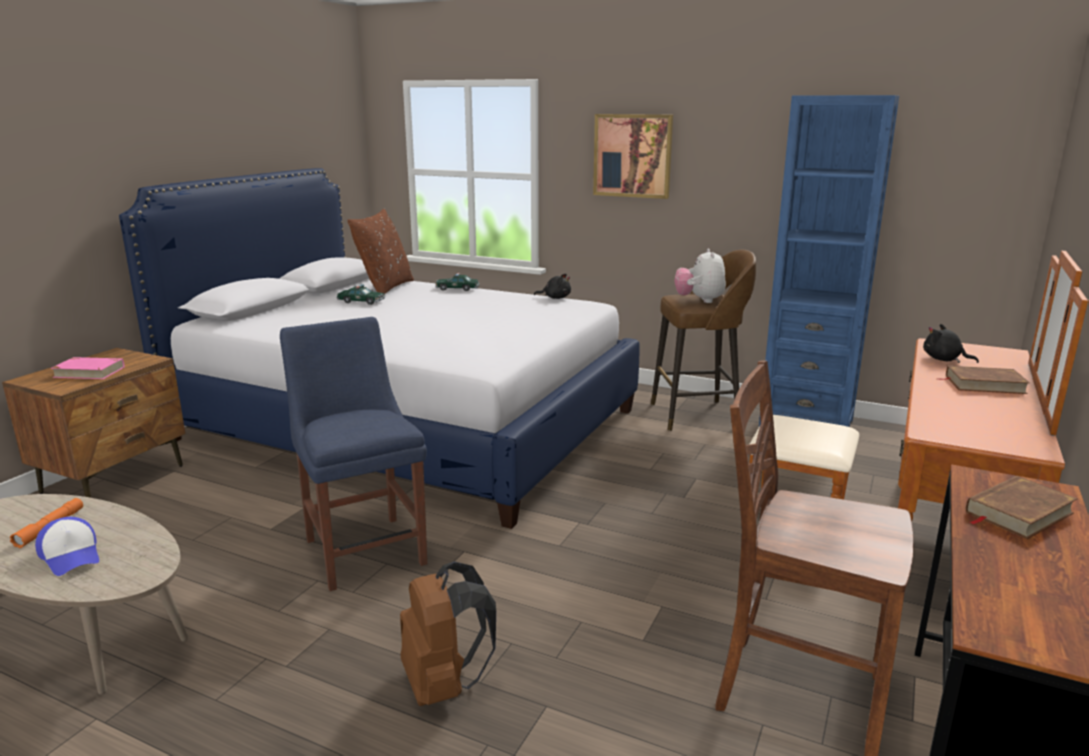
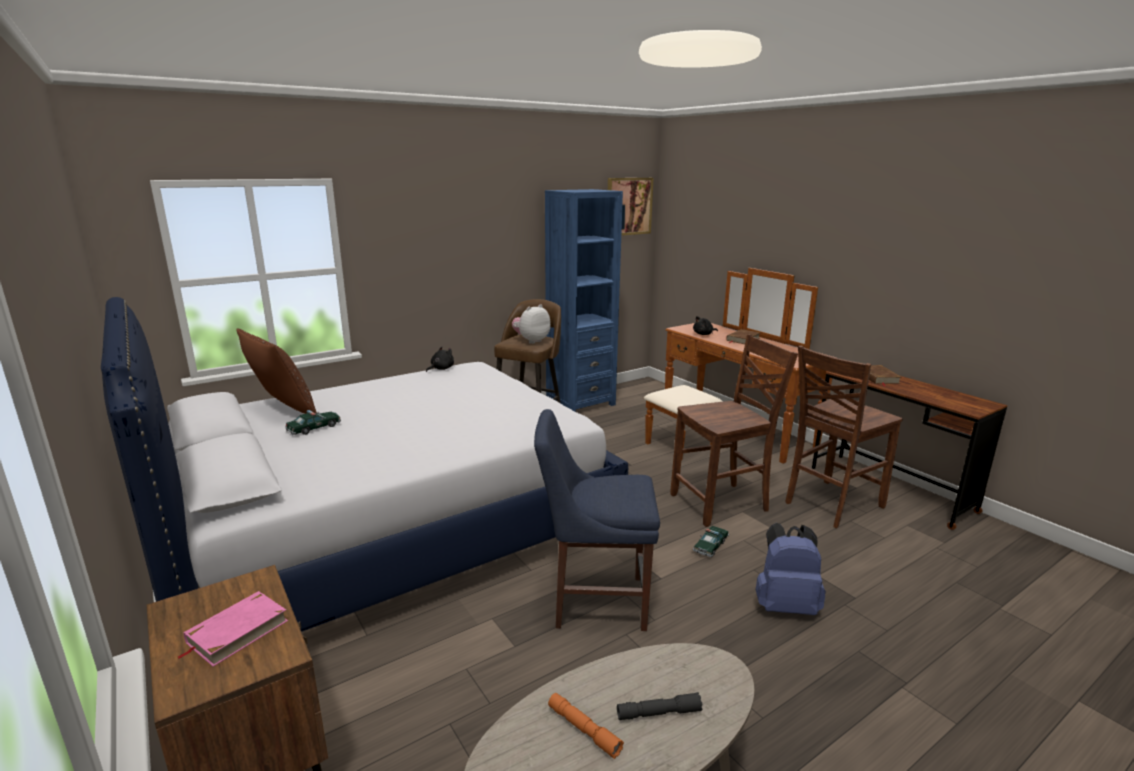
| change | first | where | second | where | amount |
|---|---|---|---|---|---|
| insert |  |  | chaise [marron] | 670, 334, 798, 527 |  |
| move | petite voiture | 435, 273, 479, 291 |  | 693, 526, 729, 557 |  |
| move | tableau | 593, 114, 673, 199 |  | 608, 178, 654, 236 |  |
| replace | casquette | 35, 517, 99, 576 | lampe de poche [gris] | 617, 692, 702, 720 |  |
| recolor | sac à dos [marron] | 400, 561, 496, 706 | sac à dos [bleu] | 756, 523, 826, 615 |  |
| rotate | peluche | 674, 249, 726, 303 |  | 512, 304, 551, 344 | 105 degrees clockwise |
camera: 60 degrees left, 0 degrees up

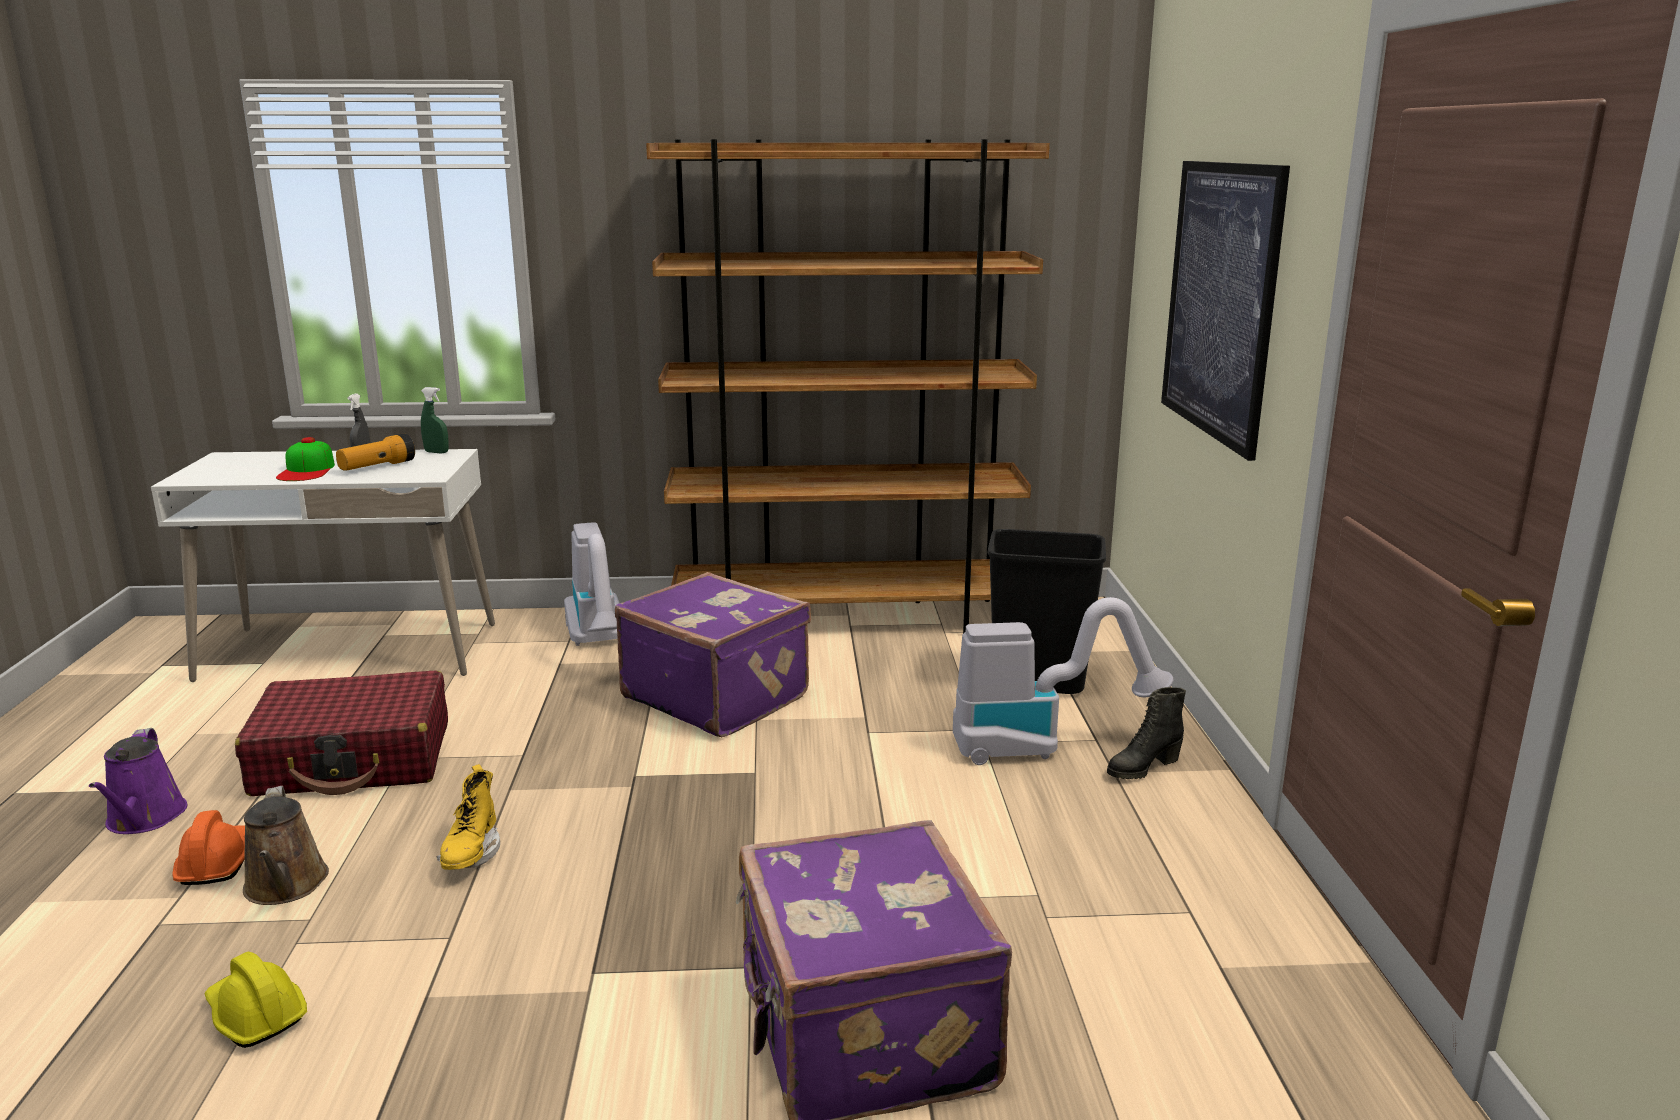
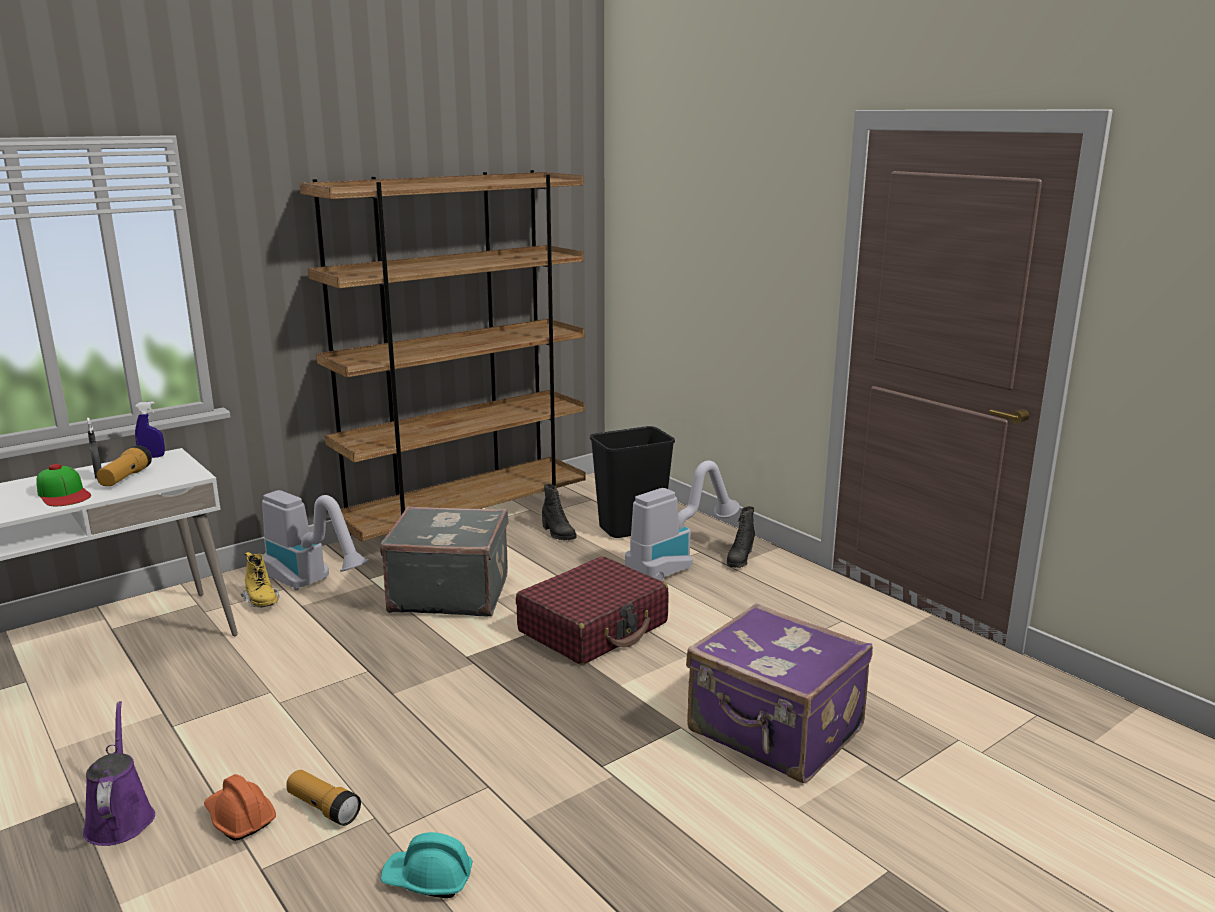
| change | first | where | second | where | amount |
|---|---|---|---|---|---|
| delete | tableau | 1161, 161, 1290, 461 |  |  |  |
| insert |  |  | botte [noir] | 542, 484, 577, 540 |  |
| move | valise [rouge] | 235, 670, 448, 796 |  | 516, 557, 669, 665 |  |
| move | botte [jaune] | 437, 764, 500, 870 |  | 241, 552, 279, 608 |  |
| replace | arrosoir [marron] | 243, 786, 329, 905 | lampe de poche | 286, 770, 361, 826 |  |
| recolor | casque de chantier [jaune] | 205, 952, 307, 1048 | casque de chantier [turquoise] | 381, 832, 473, 898 |  |
| recolor | vaporisateur [vert] | 421, 387, 449, 453 | vaporisateur [bleu] | 135, 401, 165, 458 |  |
| recolor | valise [violet] | 615, 572, 811, 737 | valise [gris] | 380, 506, 508, 616 |  |
| rotate | arrosoir [violet] | 89, 728, 187, 834 |  | 83, 701, 155, 846 | 150 degrees counterclockwise |
camera: 35 degrees left, 0 degrees up

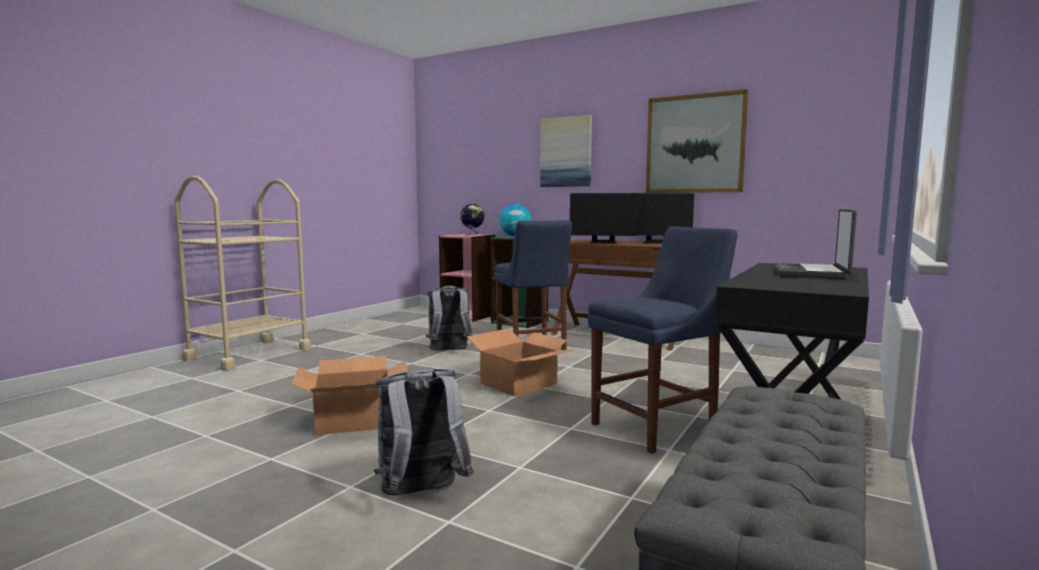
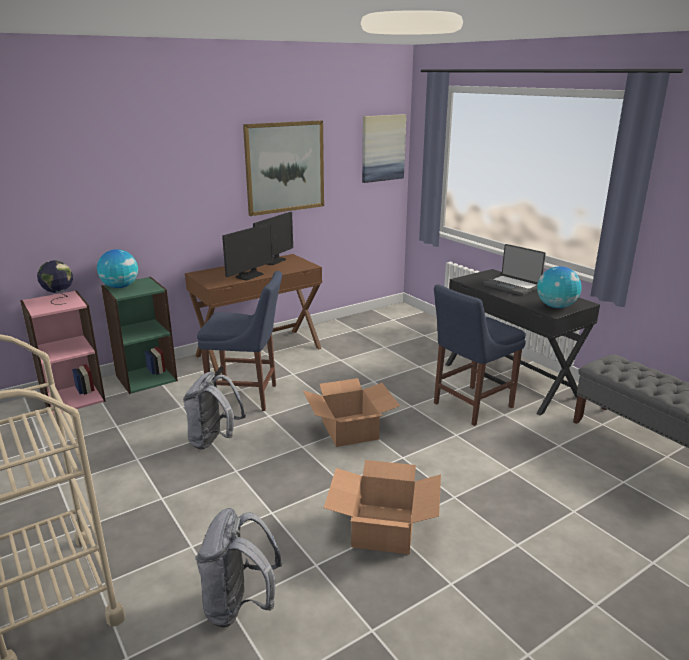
| change | first | where | second | where | amount |
|---|---|---|---|---|---|
| insert |  |  | globe | 537, 266, 582, 308 |  |
| move | sac à dos [gris] | 374, 367, 474, 496 |  | 196, 508, 282, 628 |  |
| move | tableau | 540, 115, 592, 187 |  | 362, 114, 406, 183 |  |
| rotate | chaise [bleu] | 588, 226, 738, 454 |  | 434, 284, 526, 426 | 120 degrees counterclockwise |
camera: 65 degrees left, 15 degrees up

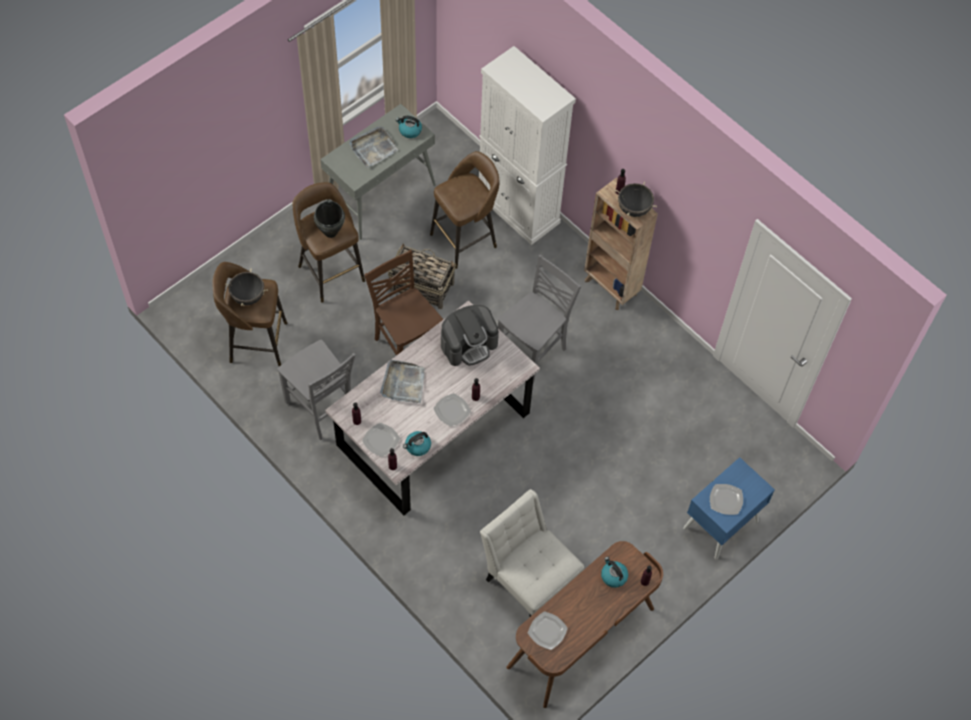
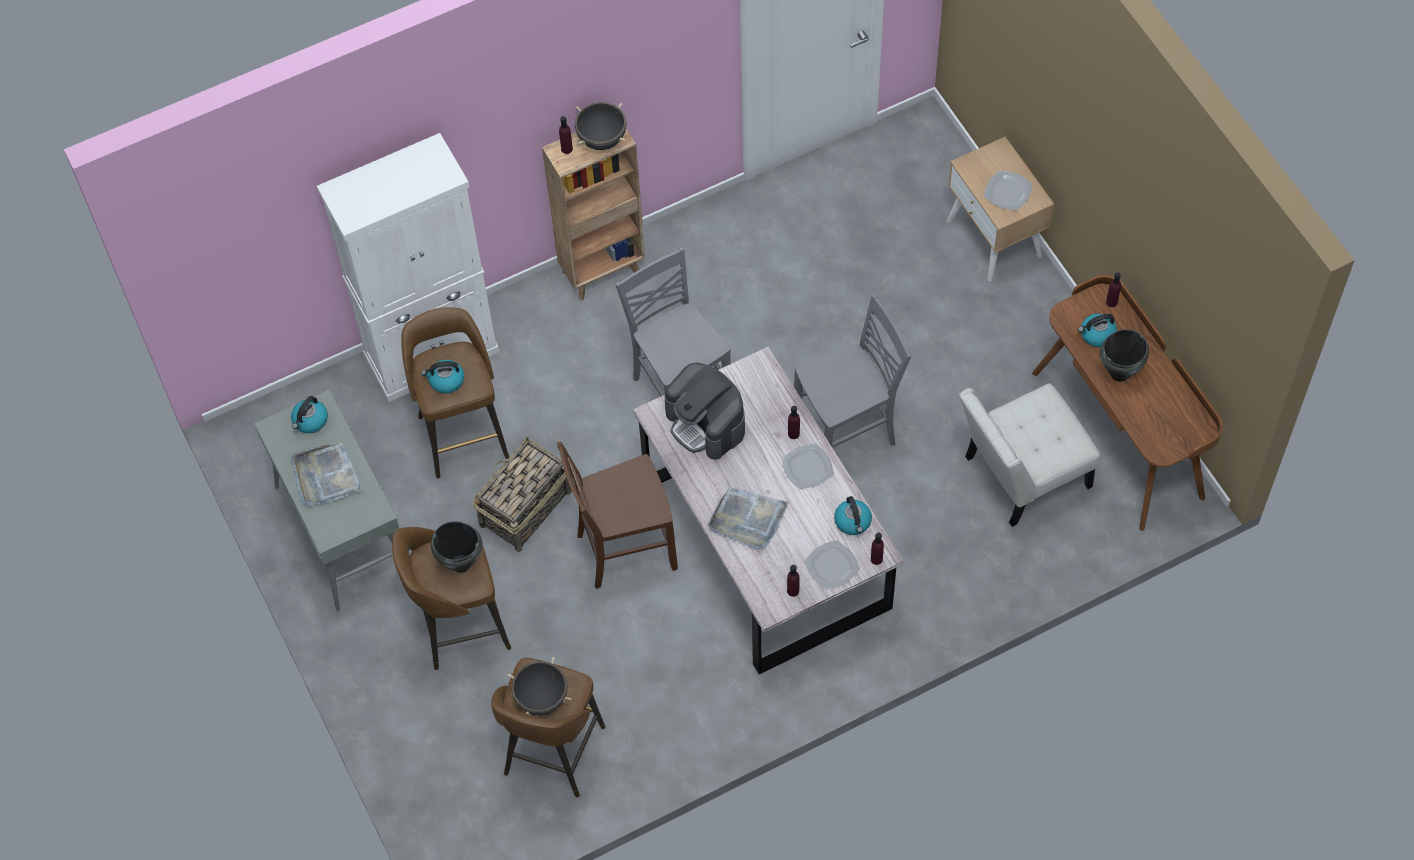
| change | first | where | second | where | amount |
|---|---|---|---|---|---|
| delete | assiette | 528, 611, 568, 650 |  |  |  |
| insert |  |  | bouilloire | 421, 360, 464, 394 |  |
| insert |  |  | marmite [noir] | 1100, 329, 1149, 382 |  |
| move | chaise [gris] | 277, 340, 356, 440 |  | 794, 294, 911, 448 |  |
| recolor | table de chevet [bleu] | 683, 457, 775, 560 | table de chevet [beige] | 947, 137, 1054, 281 |  |
| rotate | machine à café | 441, 305, 499, 366 |  | 664, 363, 745, 460 | 150 degrees clockwise |
camera: 70 degrees left, 0 degrees up

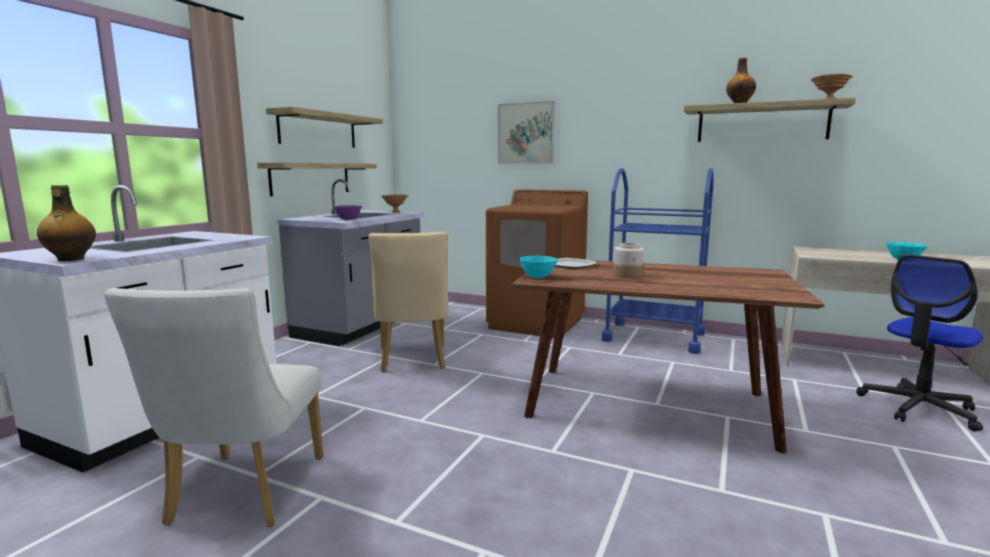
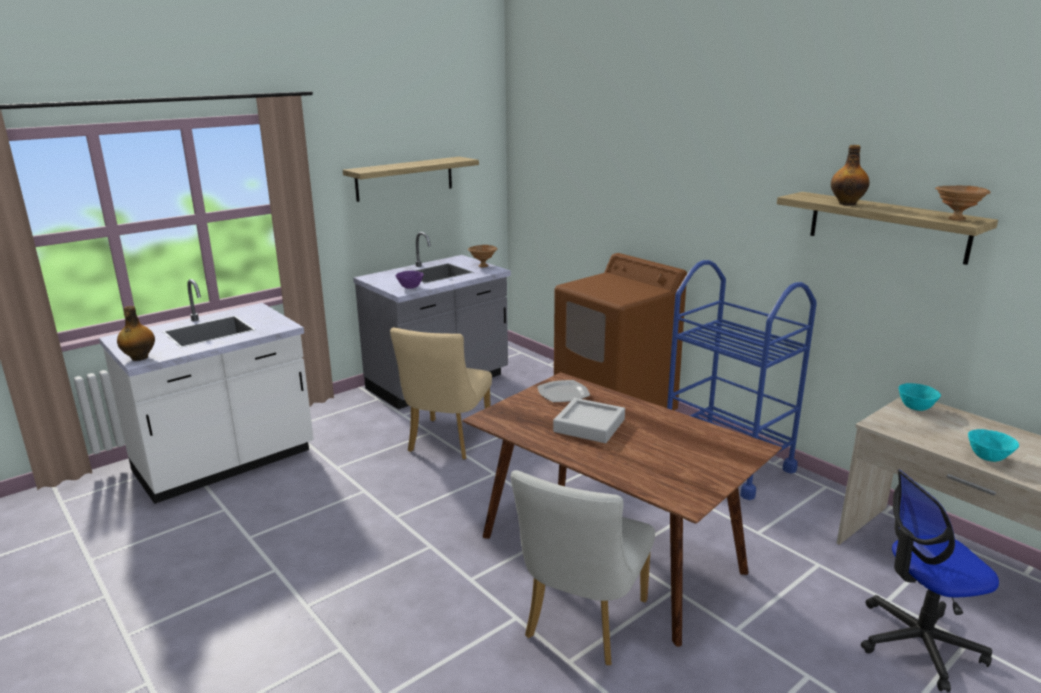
| change | first | where | second | where | amount |
|---|---|---|---|---|---|
| delete | étagère | 257, 162, 377, 196 |  |  |  |
| delete | tableau | 498, 101, 555, 164 |  |  |  |
| move | chaise [blanc] | 104, 288, 323, 527 |  | 511, 470, 655, 665 |  |
| move | bol [turquoise] | 519, 256, 558, 278 |  | 899, 383, 941, 411 |  |
| replace | bocal | 613, 243, 644, 278 | plateau [gris] | 553, 398, 625, 443 |  |
camera: 25 degrees right, 10 degrees up

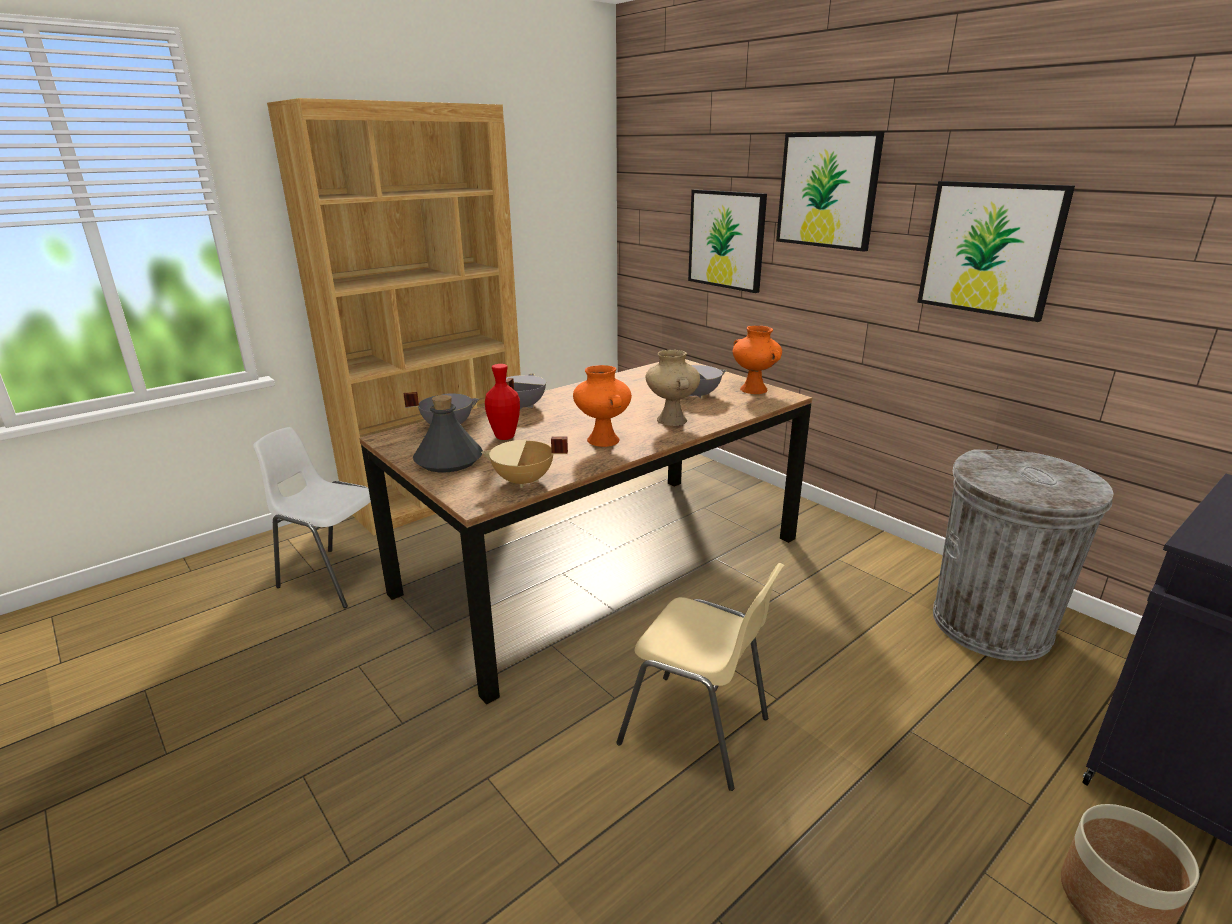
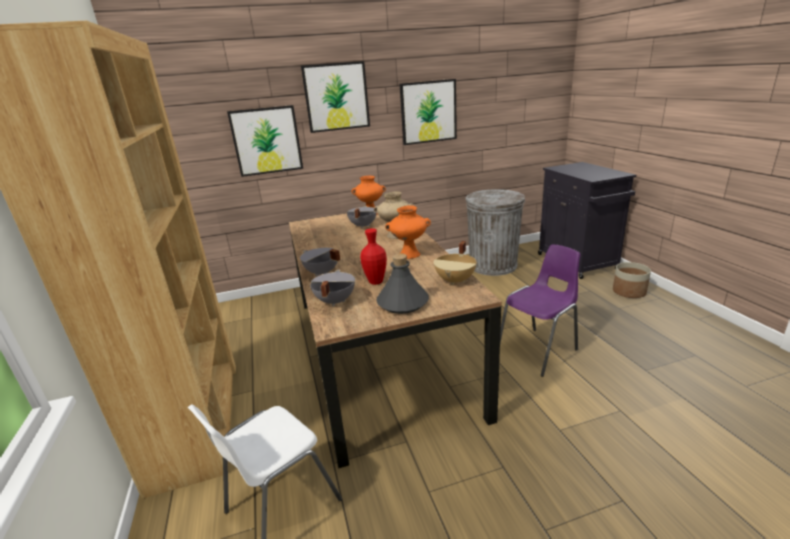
| change | first | where | second | where | amount |
|---|---|---|---|---|---|
| recolor | chaise [beige] | 616, 563, 785, 791 | chaise [violet] | 500, 244, 580, 377 |  |
camera: 65 degrees left, 0 degrees up

